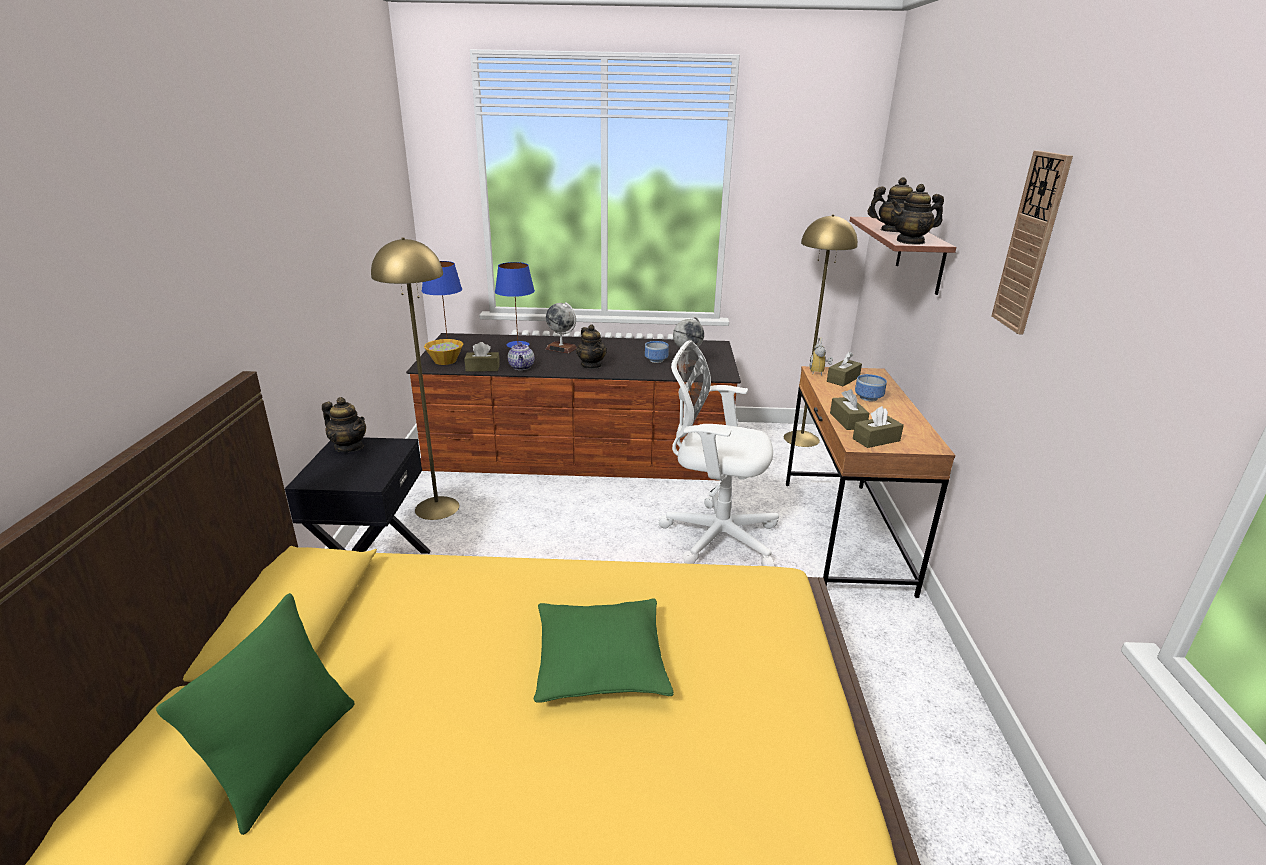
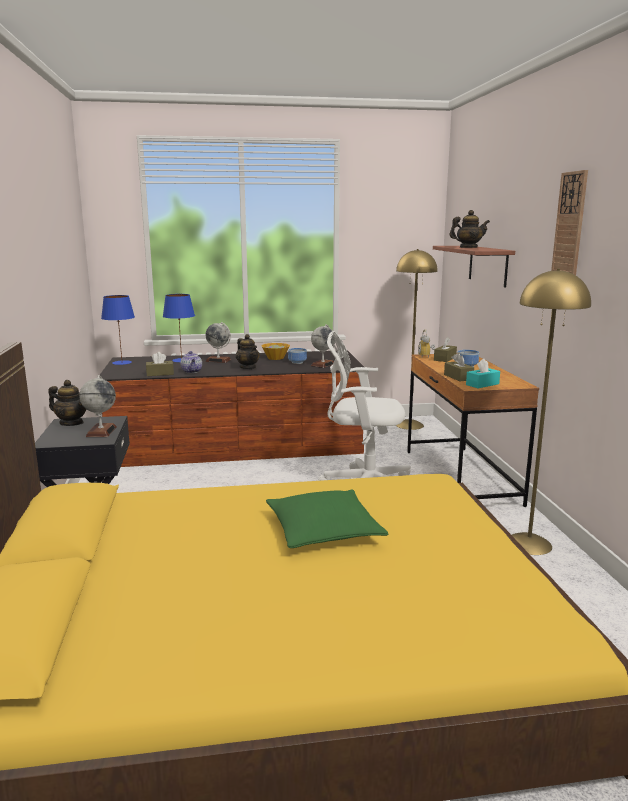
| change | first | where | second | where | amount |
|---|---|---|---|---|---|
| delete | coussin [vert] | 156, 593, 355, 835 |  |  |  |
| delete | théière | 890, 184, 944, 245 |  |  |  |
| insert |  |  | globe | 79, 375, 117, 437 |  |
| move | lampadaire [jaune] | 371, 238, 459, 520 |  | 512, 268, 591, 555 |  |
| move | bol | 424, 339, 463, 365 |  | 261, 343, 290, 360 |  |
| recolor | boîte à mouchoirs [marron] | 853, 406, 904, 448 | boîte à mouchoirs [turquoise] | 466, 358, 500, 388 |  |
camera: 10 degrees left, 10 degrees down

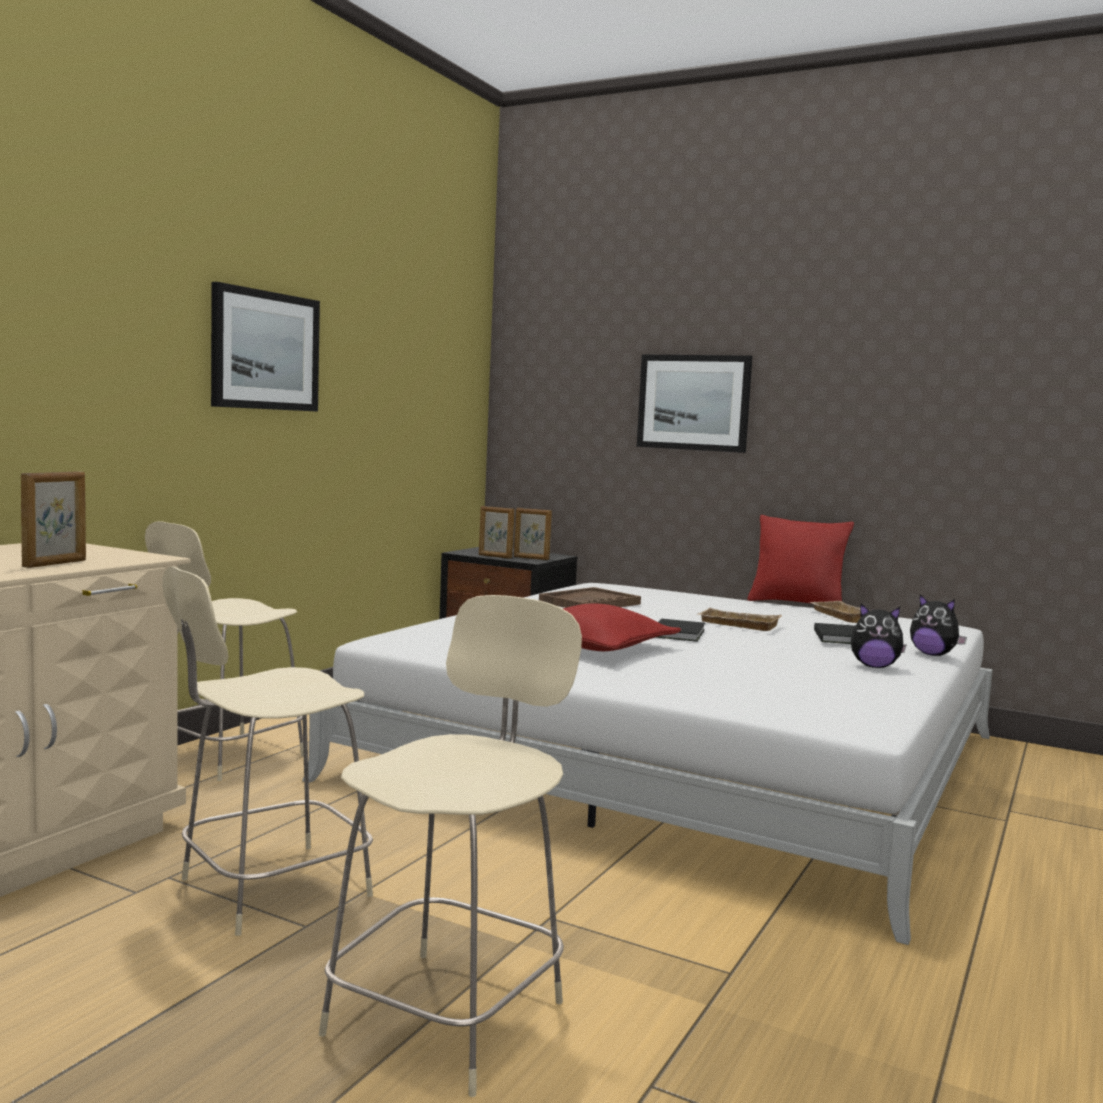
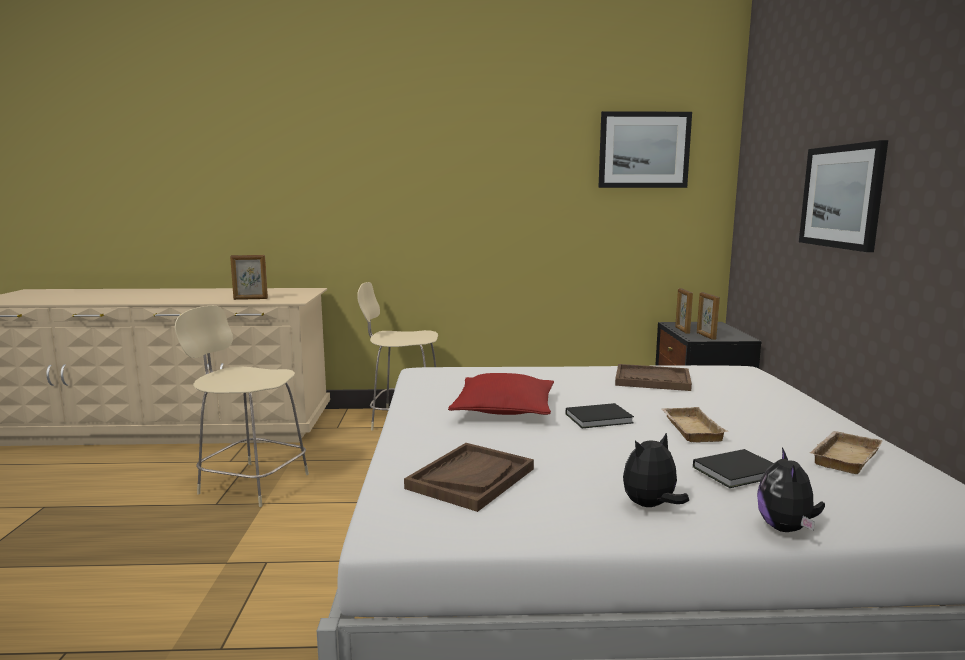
| change | first | where | second | where | amount |
|---|---|---|---|---|---|
| delete | chaise [beige] | 319, 595, 582, 1097 |  |  |  |
| delete | coussin [rouge] | 747, 515, 854, 604 |  |  |  |
| insert |  |  | plateau [marron] | 404, 443, 534, 512 |  |
| move | tableau | 211, 282, 320, 412 |  | 598, 111, 692, 188 |  |
| rotate | peluche | 851, 604, 906, 668 |  | 623, 432, 689, 507 | 75 degrees clockwise |
camera: 60 degrees right, 5 degrees up

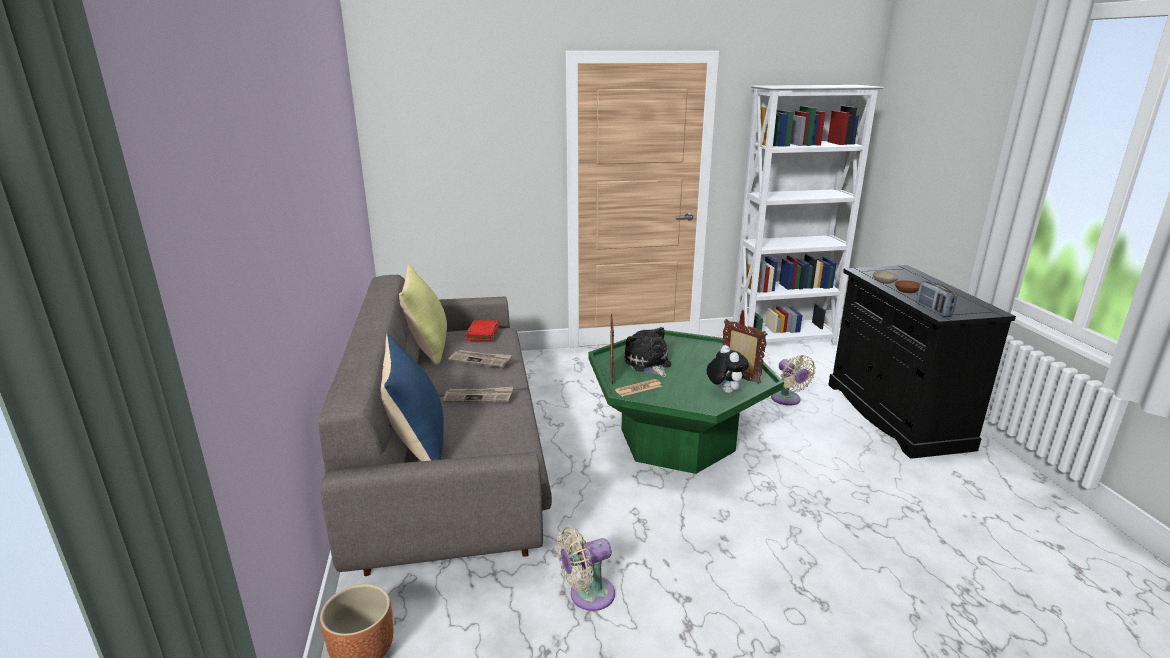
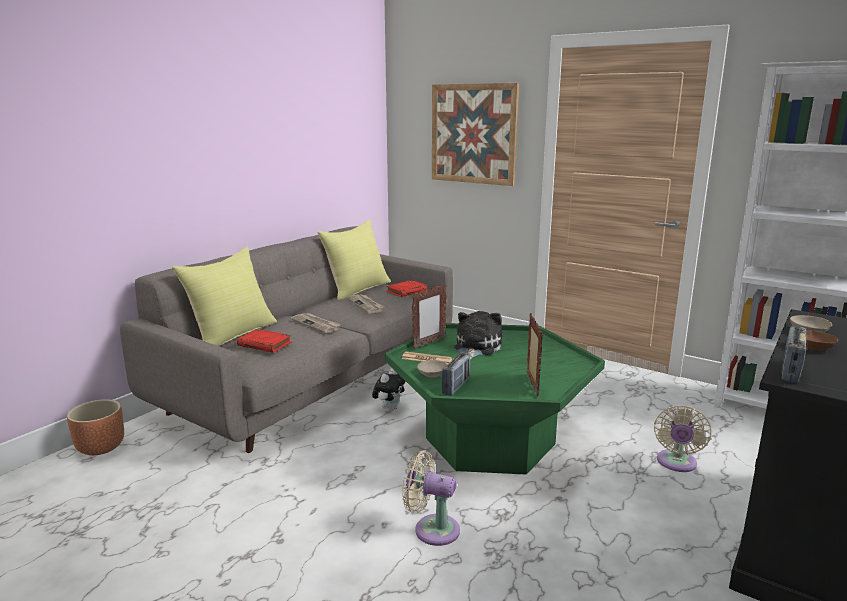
| change | first | where | second | where | amount |
|---|---|---|---|---|---|
| insert |  |  | livre [rouge] | 237, 329, 292, 353 |  |
| insert |  |  | bol [beige] | 417, 360, 447, 378 |  |
| insert |  |  | tableau | 432, 83, 519, 186 |  |
| insert |  |  | radio | 441, 352, 470, 395 |  |
| move | ventilateur [beige] | 557, 527, 615, 611 |  | 402, 450, 460, 546 |  |
| move | peluche | 706, 345, 749, 393 |  | 372, 368, 406, 412 |  |
| recolor | coussin [bleu] | 381, 334, 444, 461 | coussin [jaune] | 172, 247, 277, 346 |  |
camera: 45 degrees right, 5 degrees down

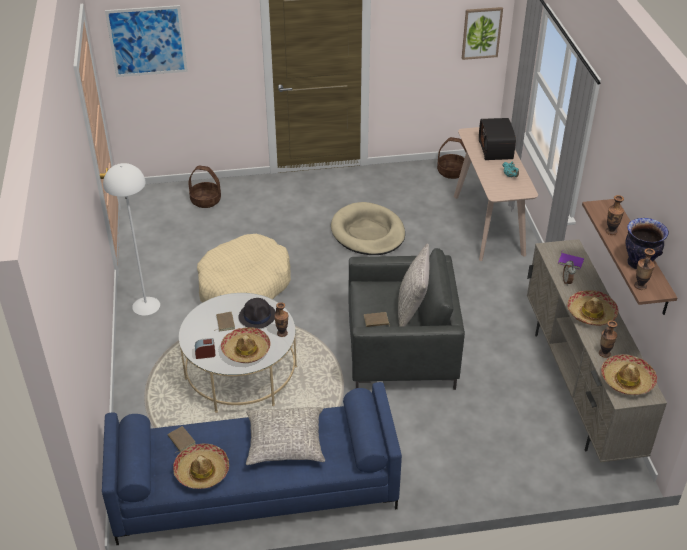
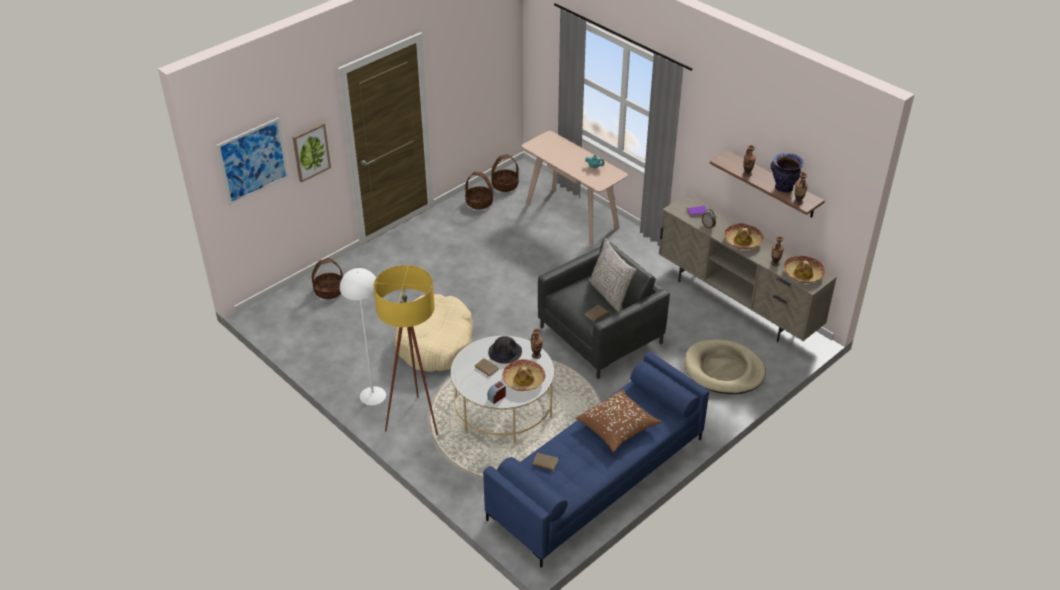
| change | first | where | second | where | amount |
|---|---|---|---|---|---|
| delete | chapeau | 173, 443, 229, 489 |  |  |  |
| delete | radio | 479, 118, 516, 160 |  |  |  |
| insert |  |  | lampadaire [jaune] | 374, 265, 438, 435 |  |
| insert |  |  | panier | 465, 171, 493, 210 |  |
| move | panier pour chien [beige] | 331, 202, 405, 255 |  | 685, 339, 766, 394 |  |
| move | tableau | 462, 7, 503, 60 |  | 292, 123, 331, 182 |  |
| recolor | coussin [gris] | 246, 407, 325, 465 | coussin [marron] | 575, 389, 661, 452 |  |
camera: 35 degrees left, 0 degrees up

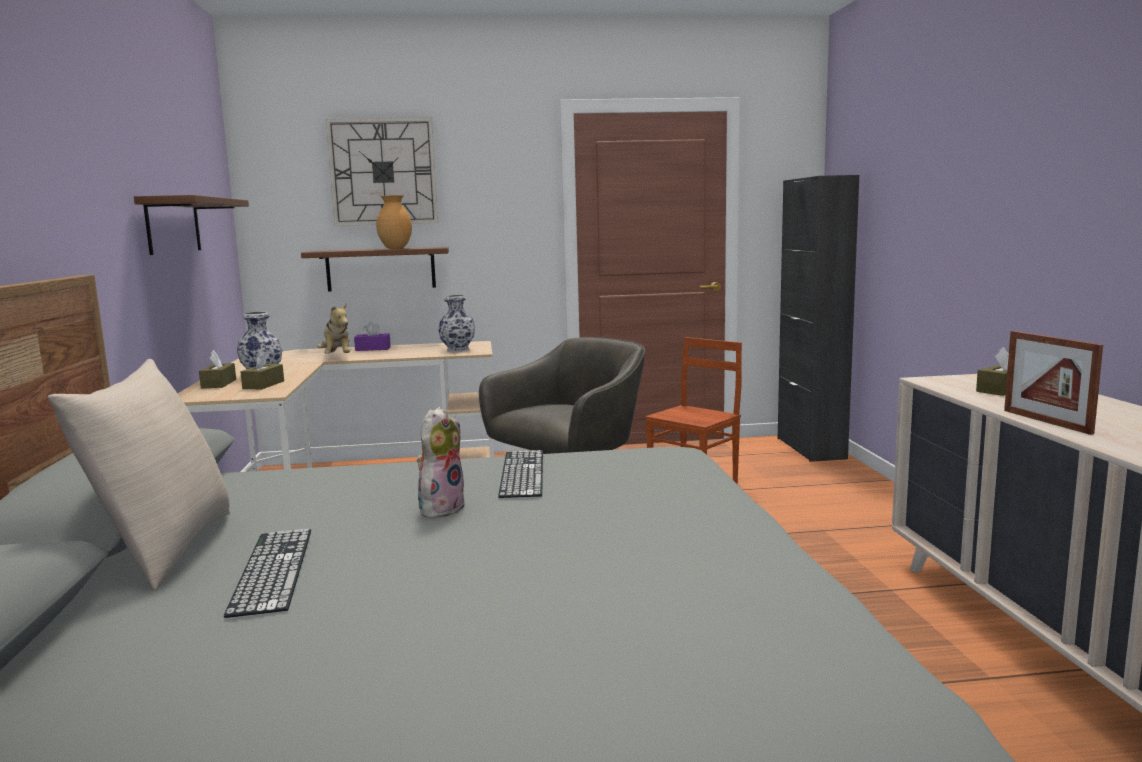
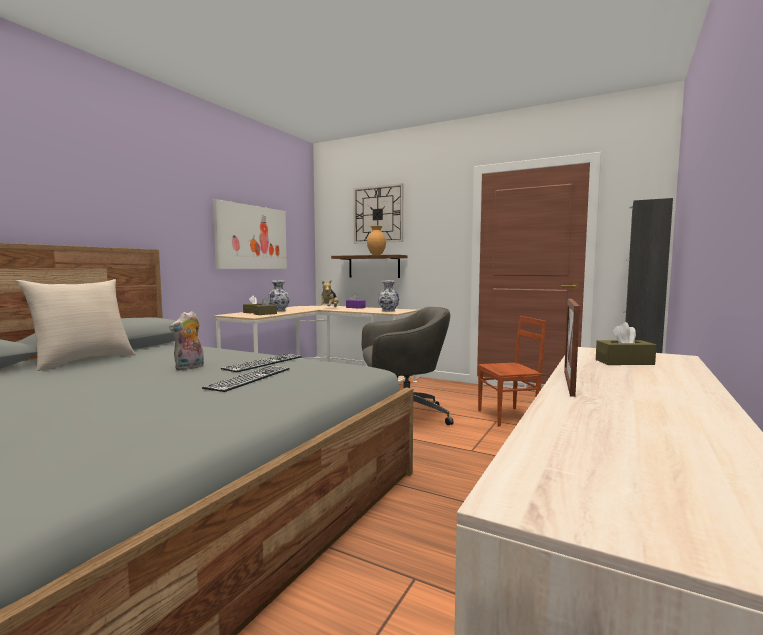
| change | first | where | second | where | amount |
|---|---|---|---|---|---|
| move | clavier | 224, 529, 311, 618 |  | 202, 366, 290, 392 |  |
| replace | étagère [marron] | 134, 195, 249, 255 | tableau | 213, 199, 287, 269 |  |
| rotate | peluche | 417, 407, 466, 519 |  | 169, 311, 204, 370 | 150 degrees clockwise |
camera: 35 degrees right, 5 degrees down

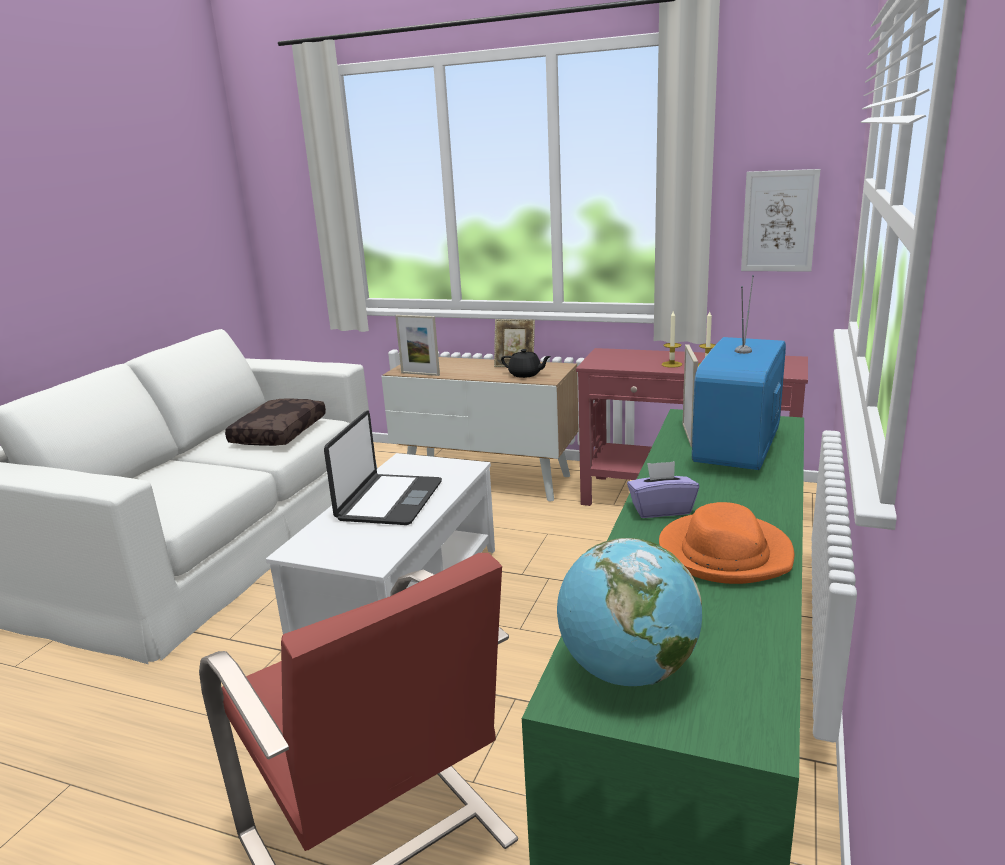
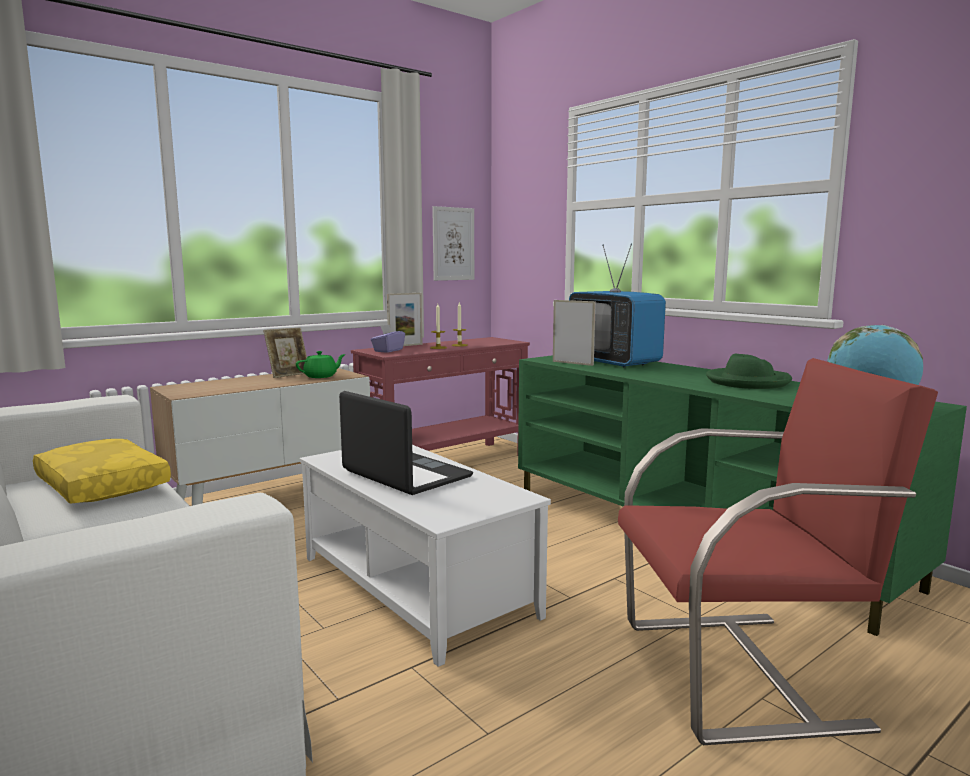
| change | first | where | second | where | amount |
|---|---|---|---|---|---|
| move | cadre photo | 395, 315, 440, 376 |  | 387, 293, 423, 346 |  |
| move | boîte à mouchoirs [violet] | 627, 461, 699, 518 |  | 370, 325, 405, 353 |  |
| recolor | coussin [marron] | 225, 399, 326, 446 | coussin [jaune] | 33, 439, 171, 504 |  |
| recolor | théière [noir] | 501, 349, 551, 378 | théière [vert] | 296, 351, 346, 378 |  |
| recolor | chapeau [orange] | 659, 502, 794, 584 | chapeau [vert] | 706, 354, 792, 389 |  |
camera: 60 degrees left, 10 degrees down

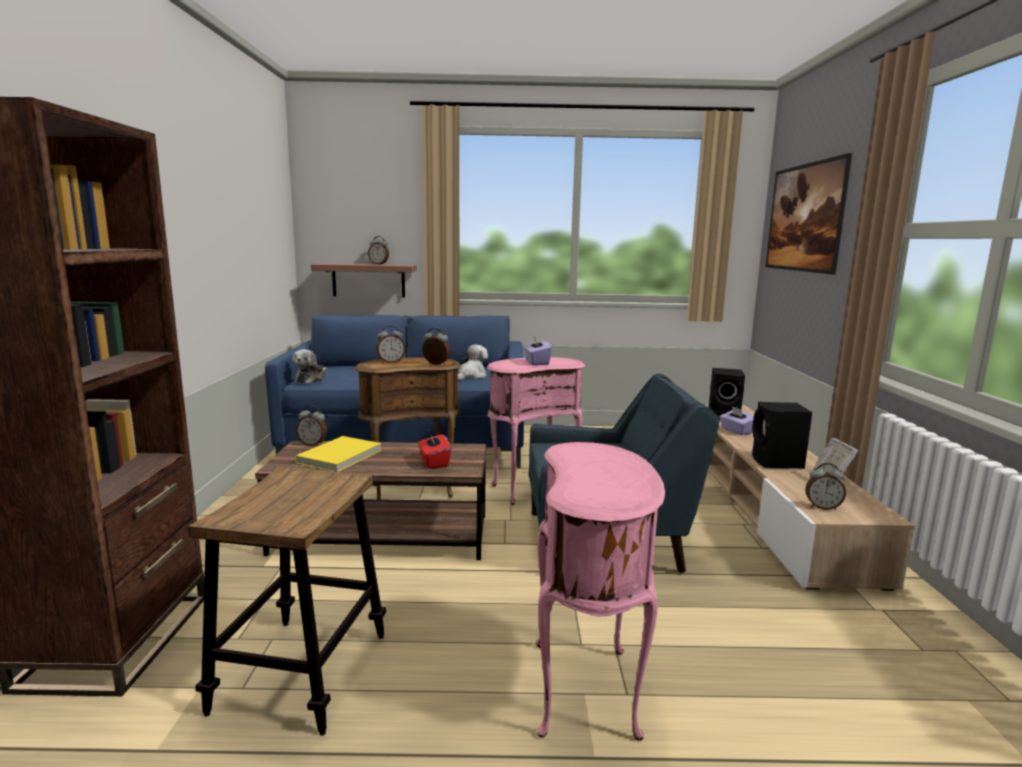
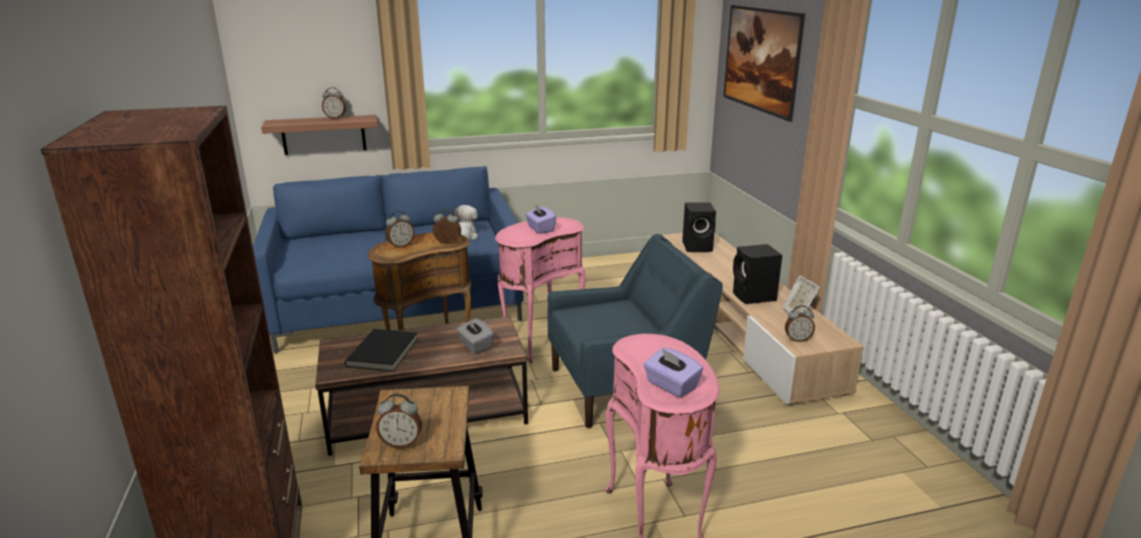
| change | first | where | second | where | amount |
|---|---|---|---|---|---|
| delete | peluche | 292, 349, 327, 384 |  |  |  |
| move | réveil | 296, 405, 327, 446 |  | 376, 394, 422, 448 |  |
| move | boîte à mouchoirs [violet] | 720, 406, 754, 435 |  | 643, 348, 703, 398 |  |
| recolor | livre [jaune] | 295, 436, 382, 471 | livre [noir] | 345, 329, 418, 372 |  |
| recolor | boîte à mouchoirs [rouge] | 418, 429, 451, 469 | boîte à mouchoirs [gris] | 456, 318, 494, 354 |  |
camera: 15 degrees left, 10 degrees up

